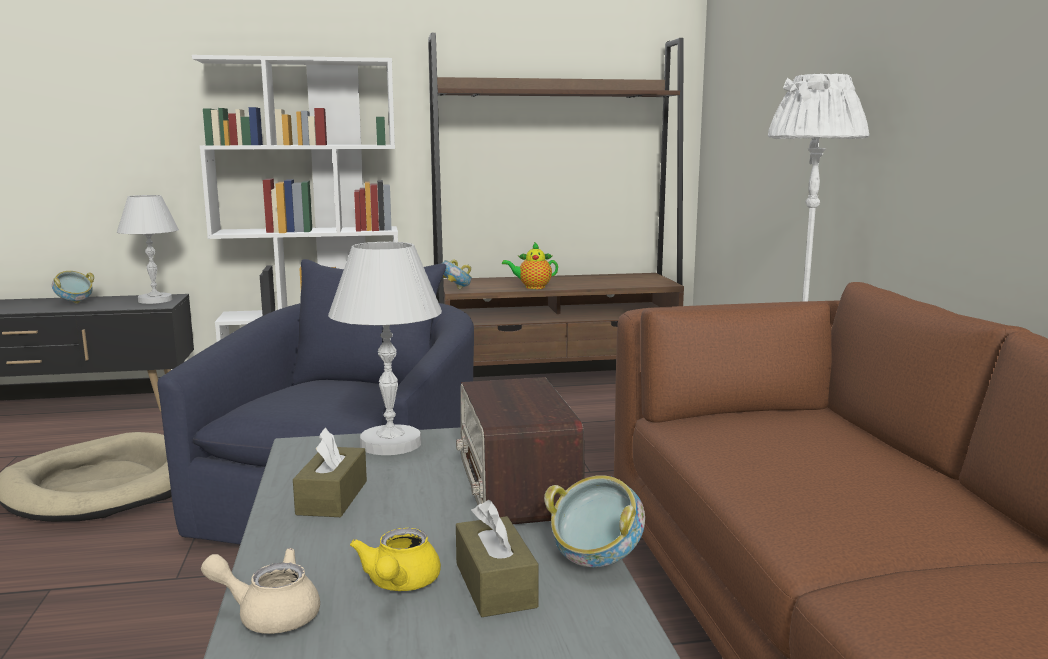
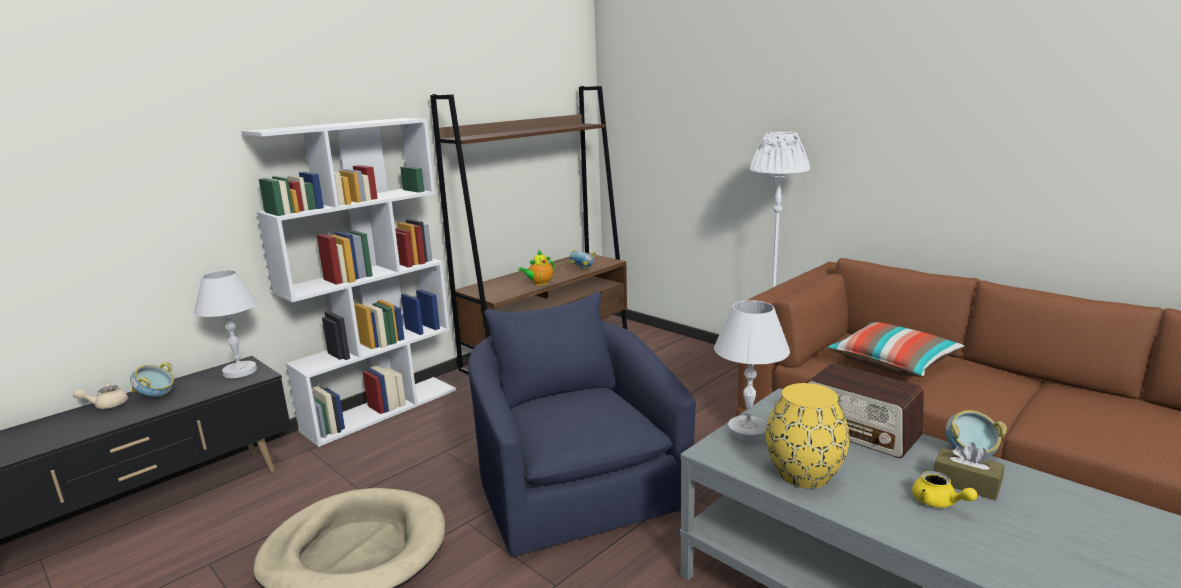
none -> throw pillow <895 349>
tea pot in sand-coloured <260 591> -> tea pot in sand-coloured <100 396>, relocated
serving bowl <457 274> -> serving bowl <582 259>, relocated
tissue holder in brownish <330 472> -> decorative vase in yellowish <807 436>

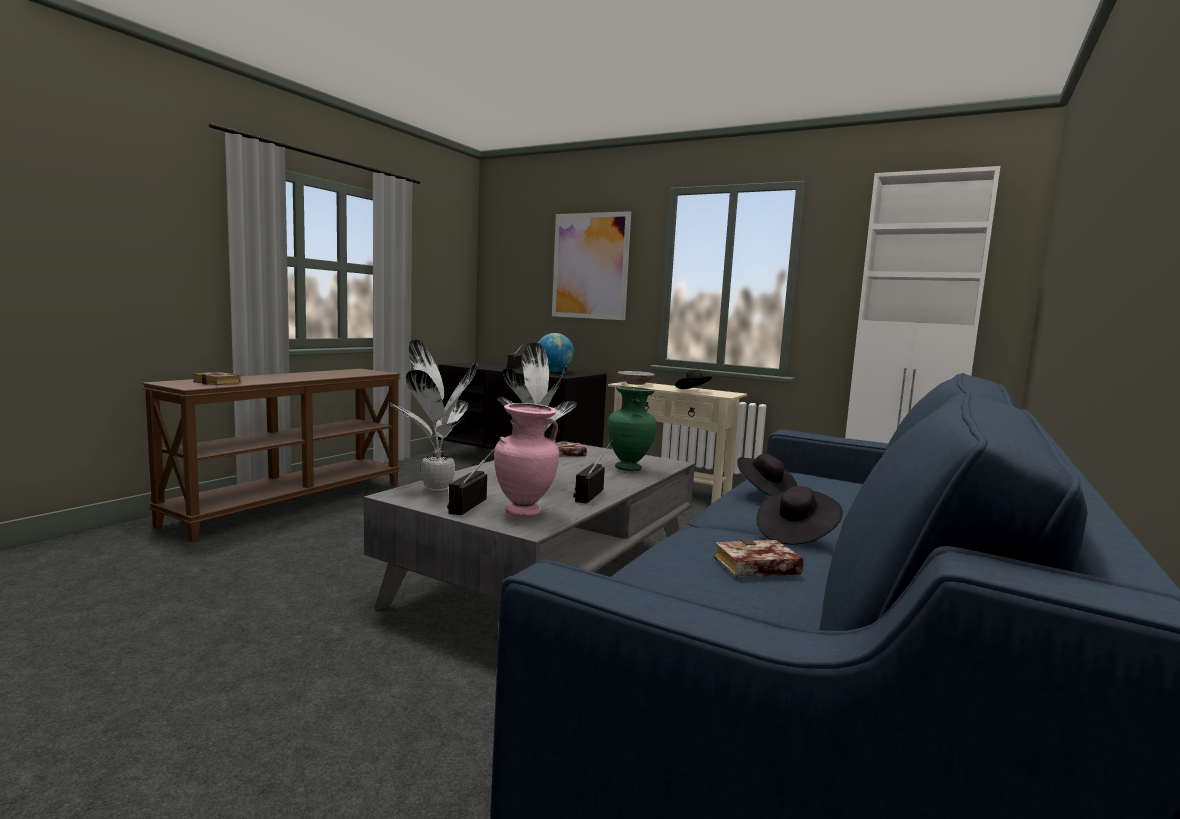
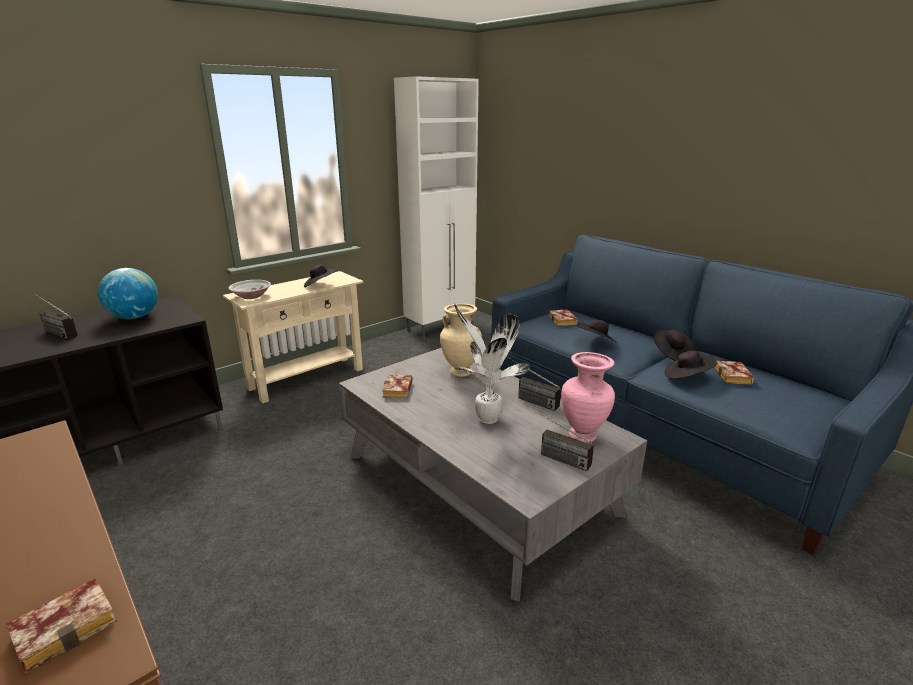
houseplant <432 415> -> none
picture <591 265> -> none
none -> book <563 317>
none -> hat in black <691 365>
decorative vase in green-coloured <632 428> -> decorative vase in sand-coloured <461 340>

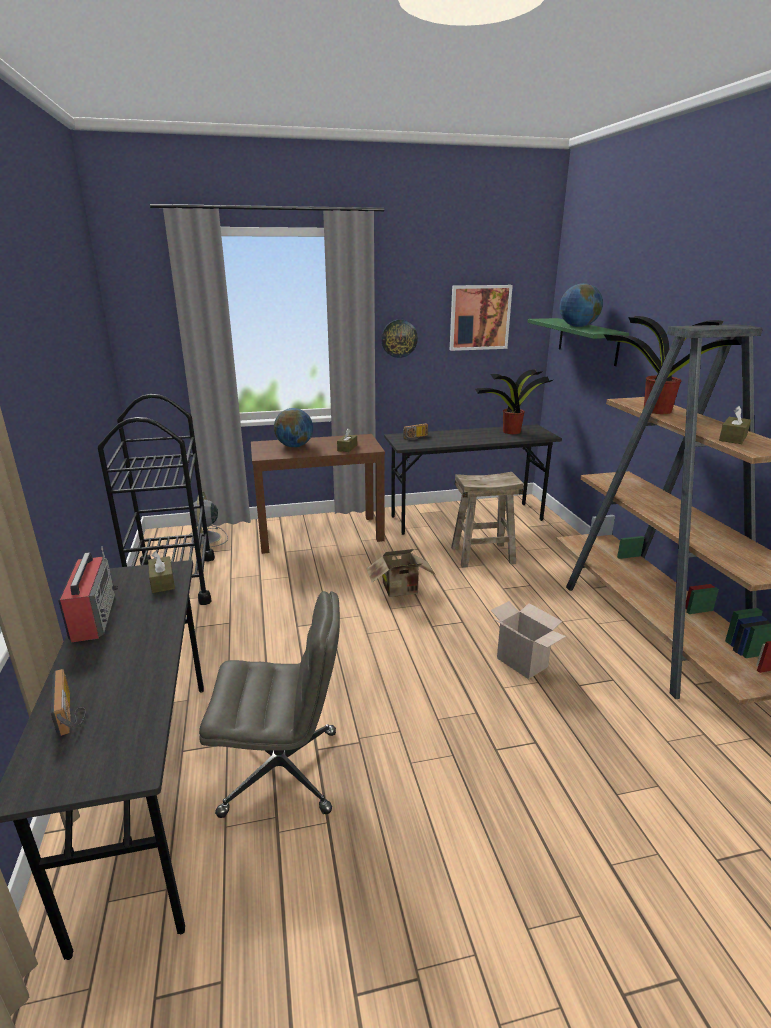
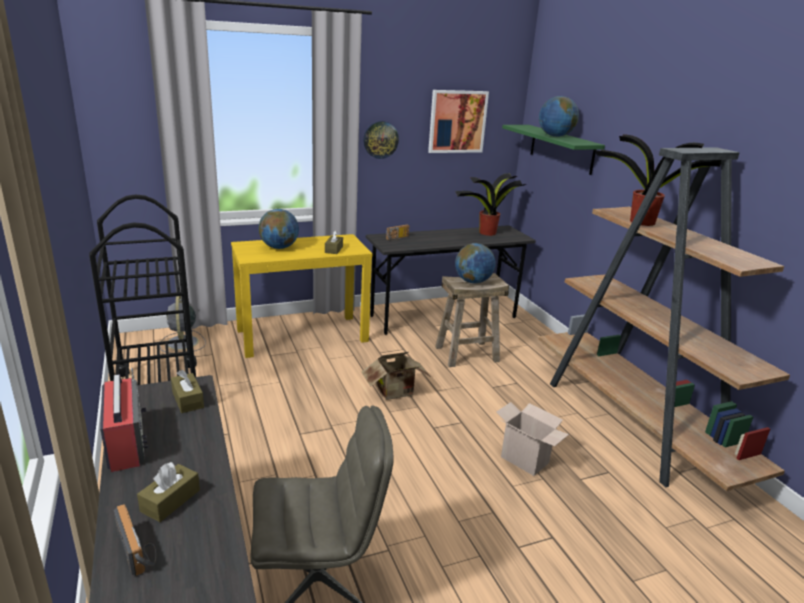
none -> globe <475 263>
tissue holder in brownish <735 425> -> tissue holder in brownish <168 492>, relocated
hall table in brownish <318 494> -> hall table in yellowish <302 296>

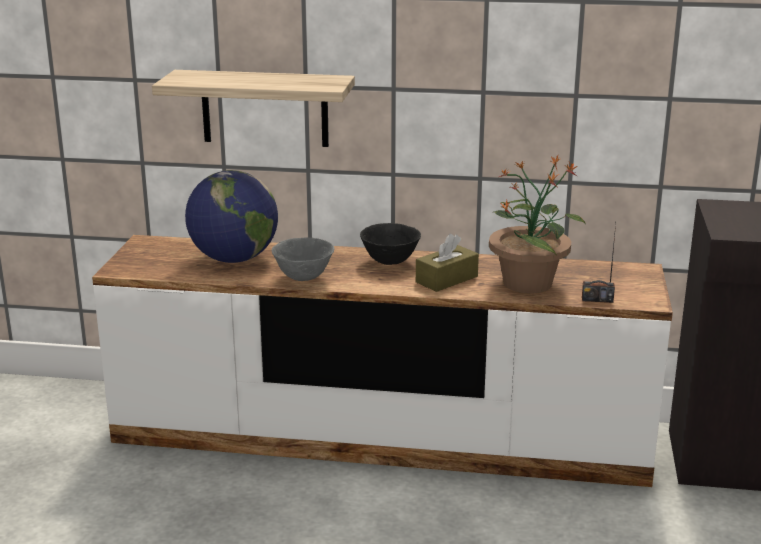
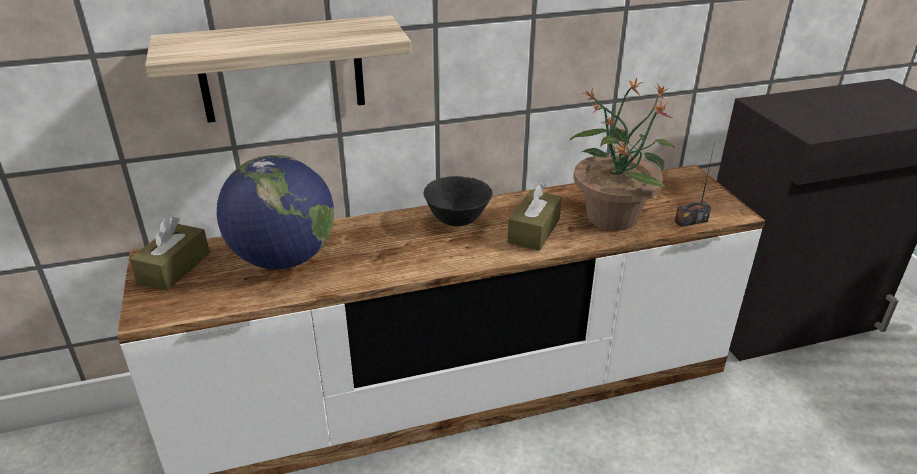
serving bowl in gray <303 259> -> none
none -> tissue holder in brownish <170 253>

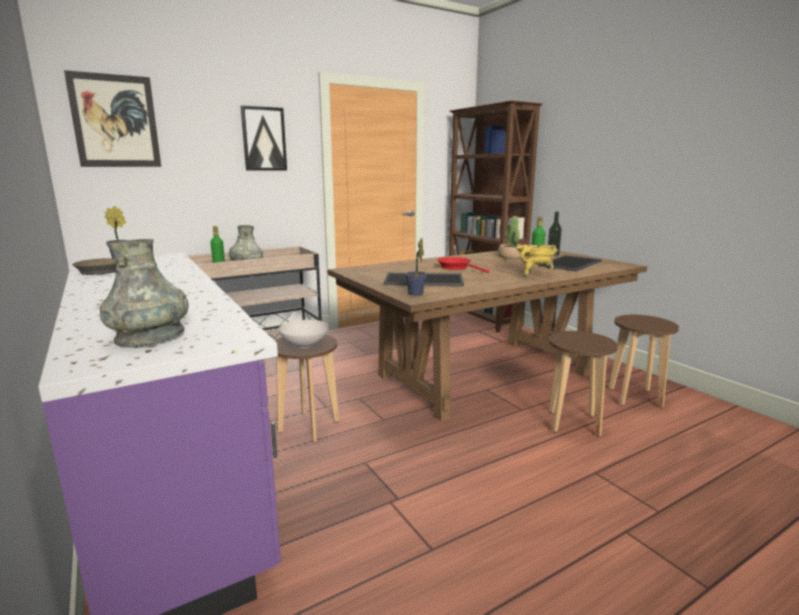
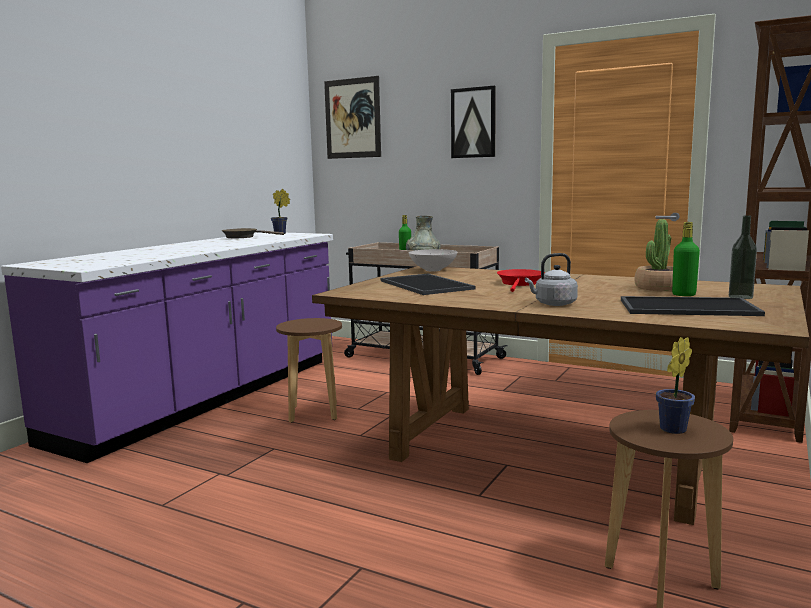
decorative vase in gray <144 292> -> none
stool seat in brownish <583 384> -> none
serving bowl in whitish <303 334> -> serving bowl in whitish <433 260>, relocated
houseplant <416 267> -> houseplant <675 385>, relocated
cooking pot in yellowish <537 261> -> tea kettle in gray <551 279>

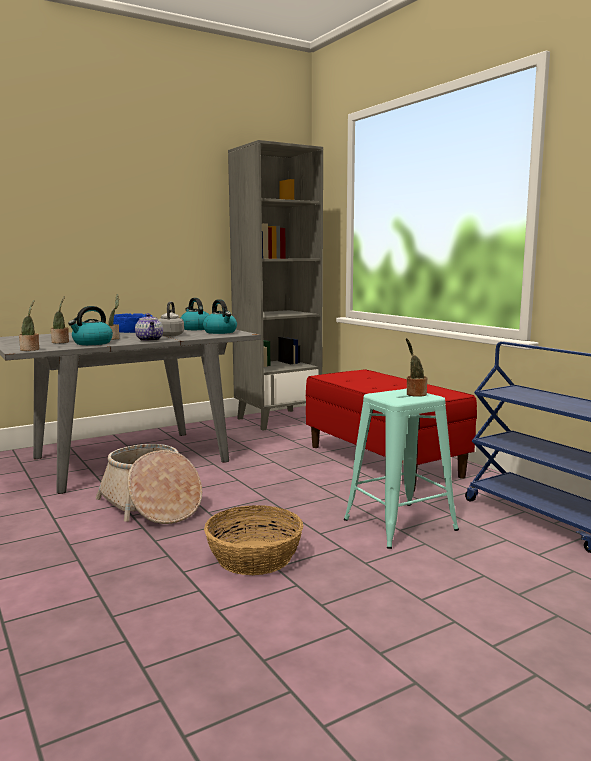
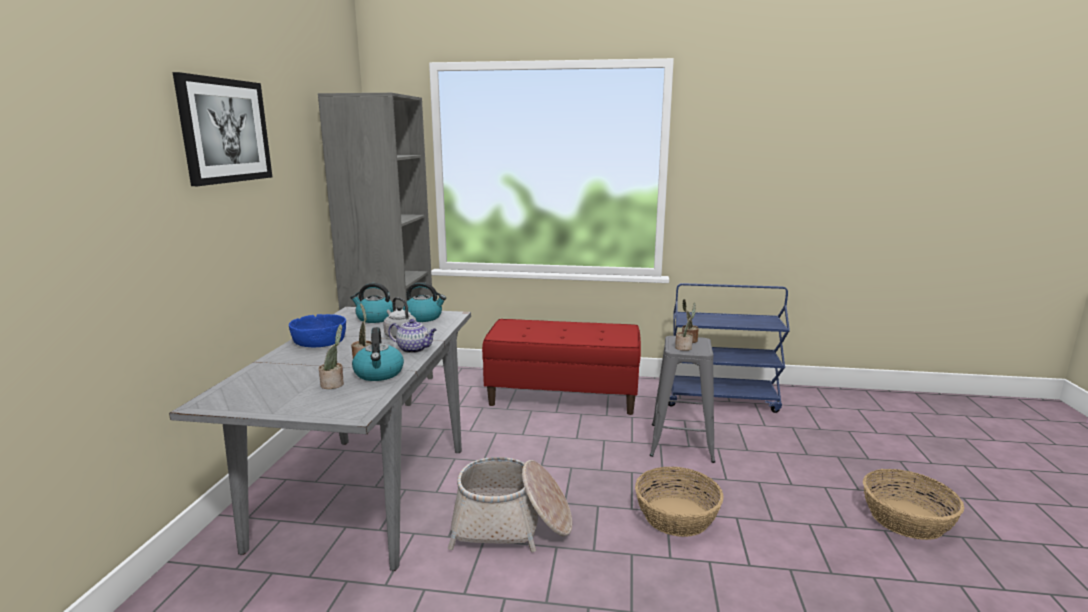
none -> picture <222 129>
none -> storage basket <913 504>
houseplant <29 325> -> houseplant <685 327>, relocated
stool seat in turquoise <401 469> -> stool seat in gray <682 399>

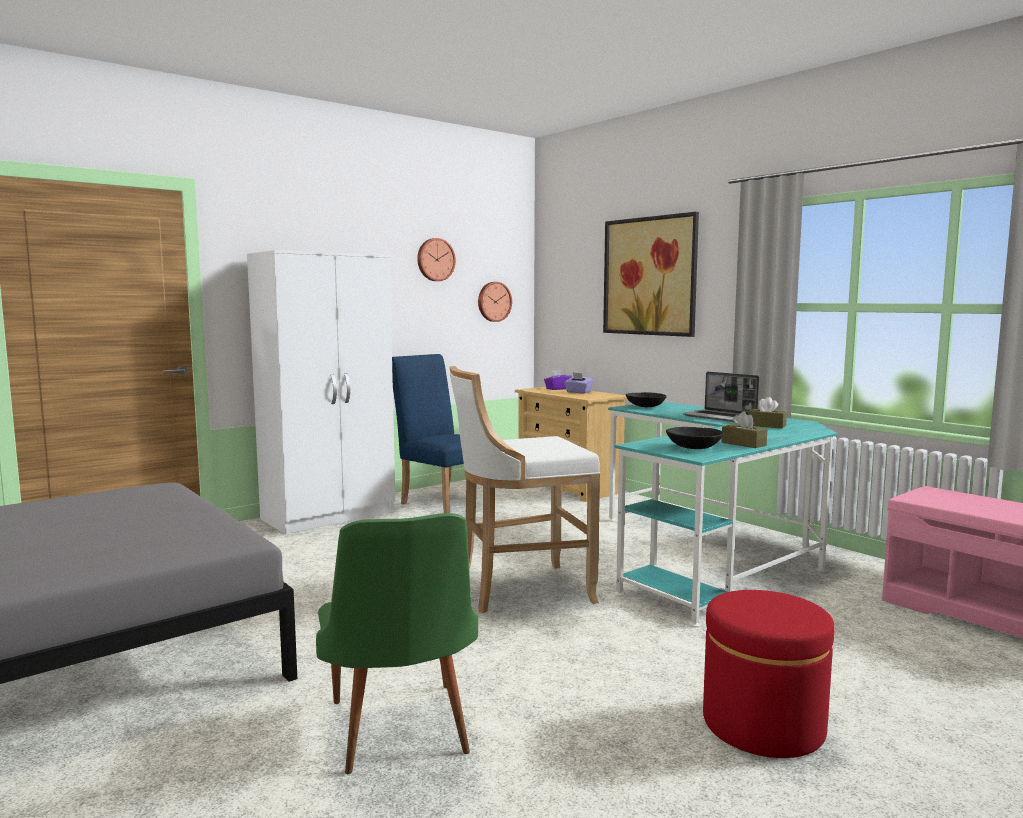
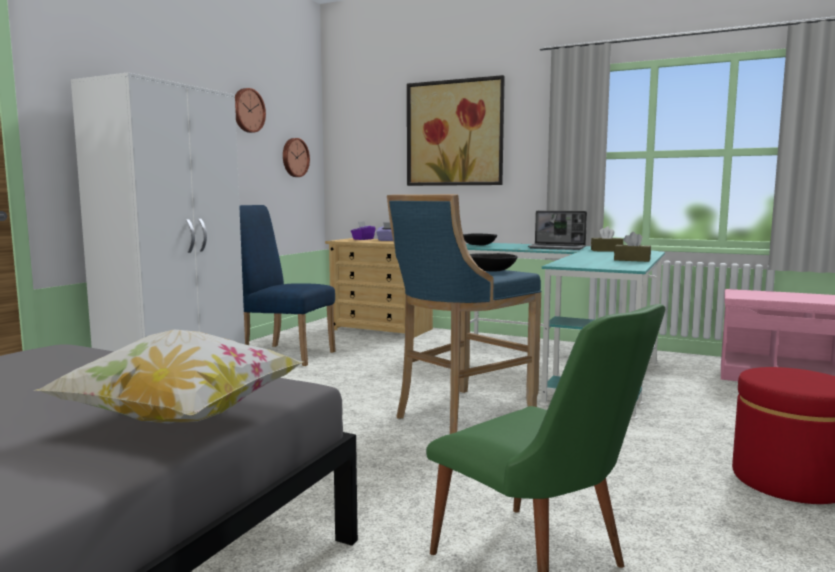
none -> throw pillow <170 377>
serving bowl in black <695 438> -> serving bowl in black <494 262>, relocated
stool seat in whitish <524 489> -> stool seat in blue-coloured <464 314>

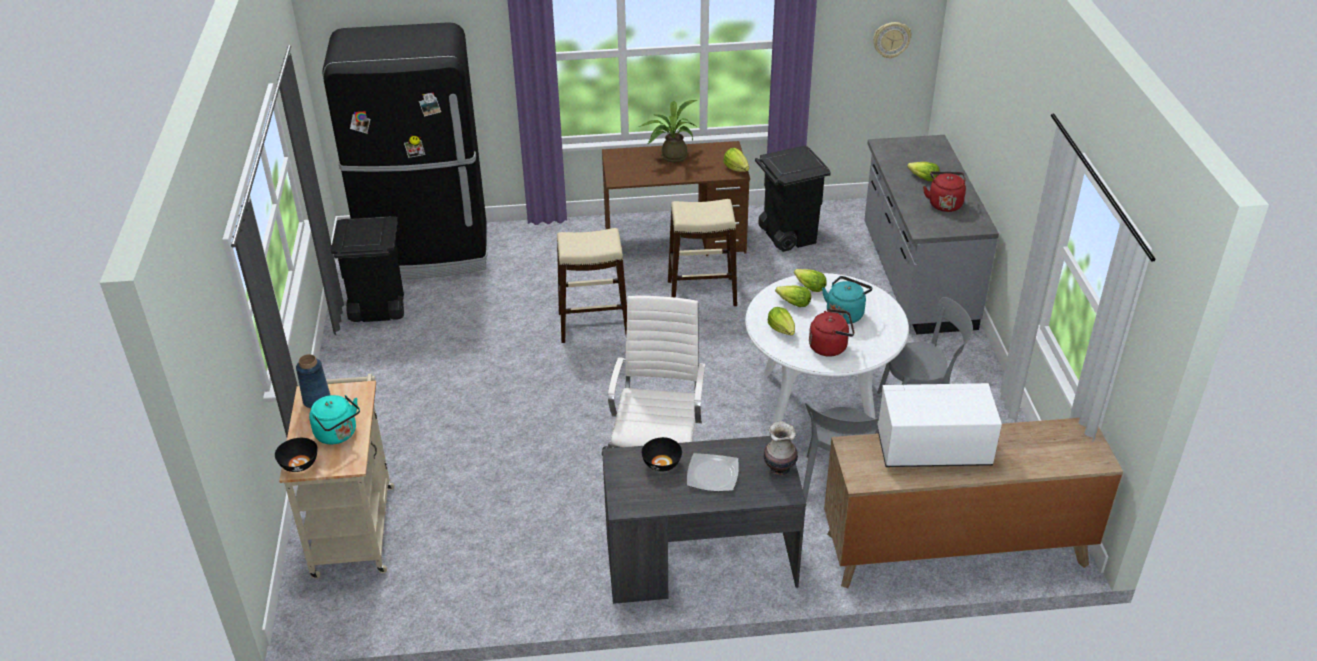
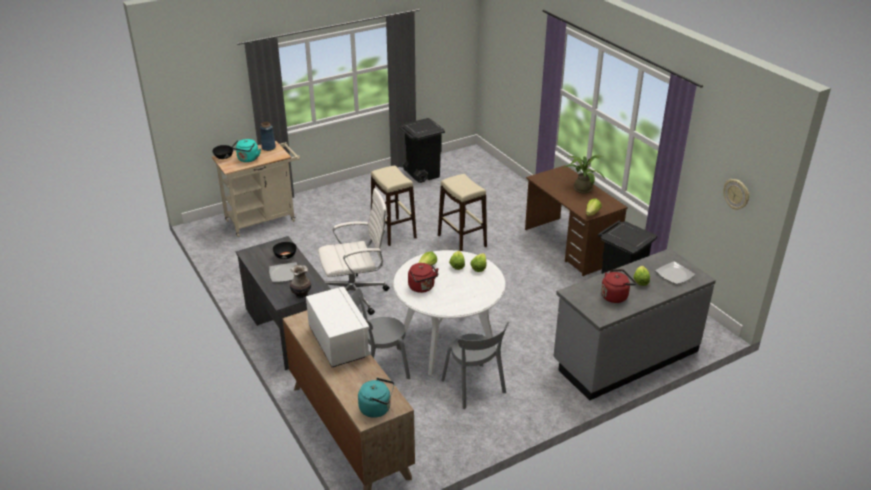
refrigerator in black <404 150> -> none
none -> plate <675 272>
stool seat in sand-coloured <702 252> -> stool seat in sand-coloured <394 206>, relocated
tea kettle in turquoise <847 300> -> tea kettle in turquoise <376 398>, relocated

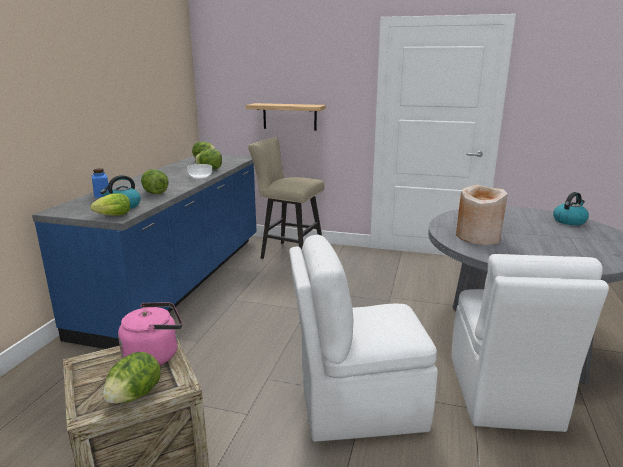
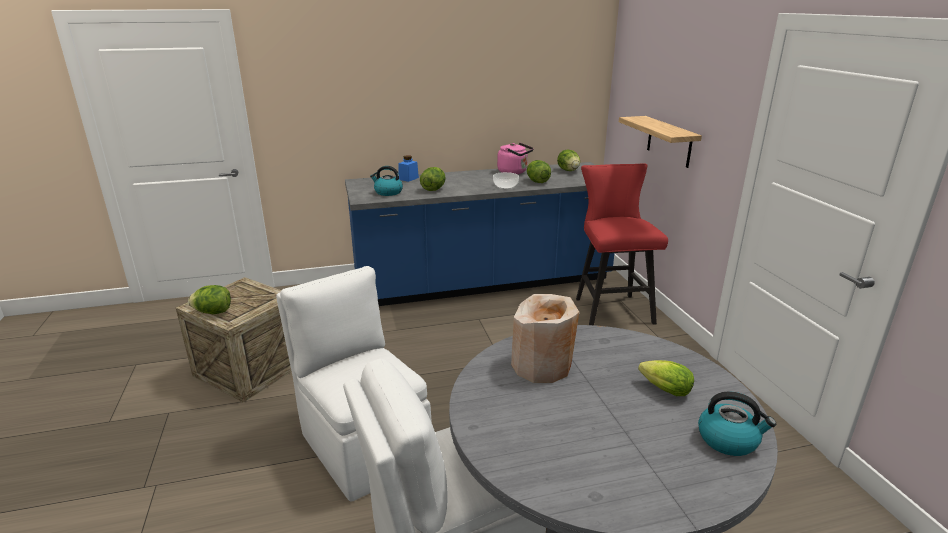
lettuce head <110 204> -> lettuce head <666 378>, relocated
tea kettle in pinkish <150 333> -> tea kettle in pinkish <515 158>, relocated
stool seat in sand-coloured <286 198> -> stool seat in reddish <622 244>

